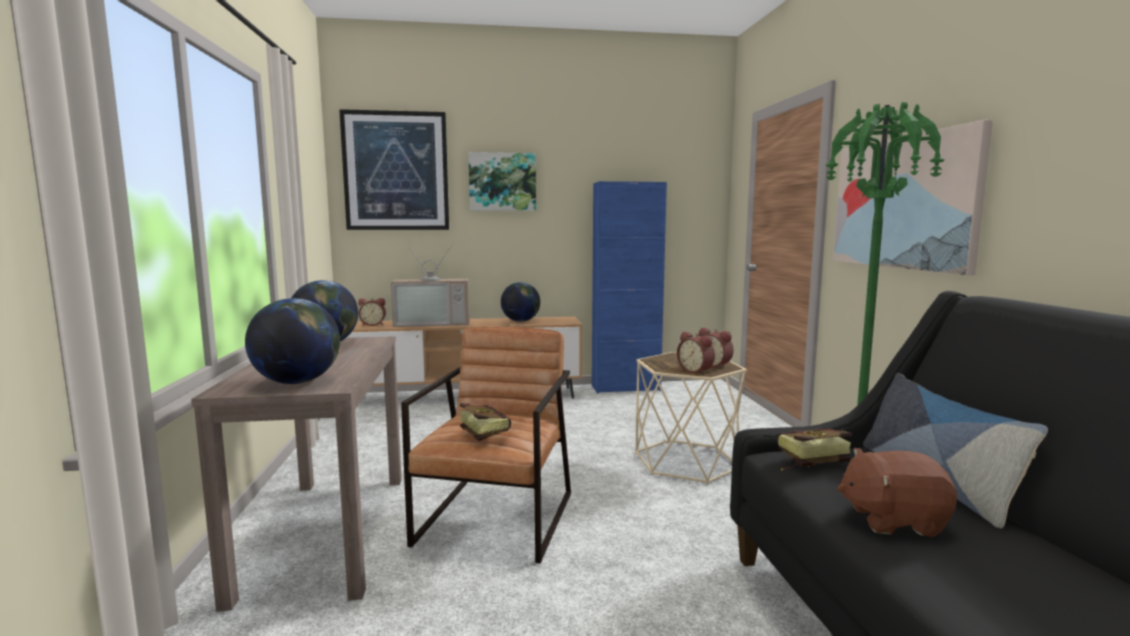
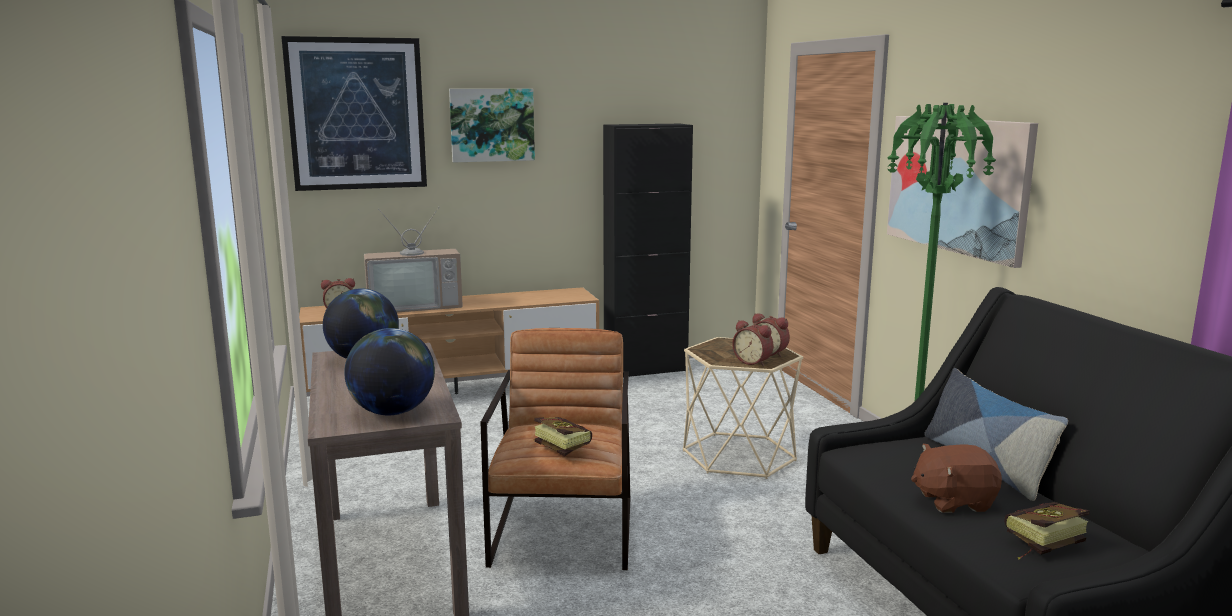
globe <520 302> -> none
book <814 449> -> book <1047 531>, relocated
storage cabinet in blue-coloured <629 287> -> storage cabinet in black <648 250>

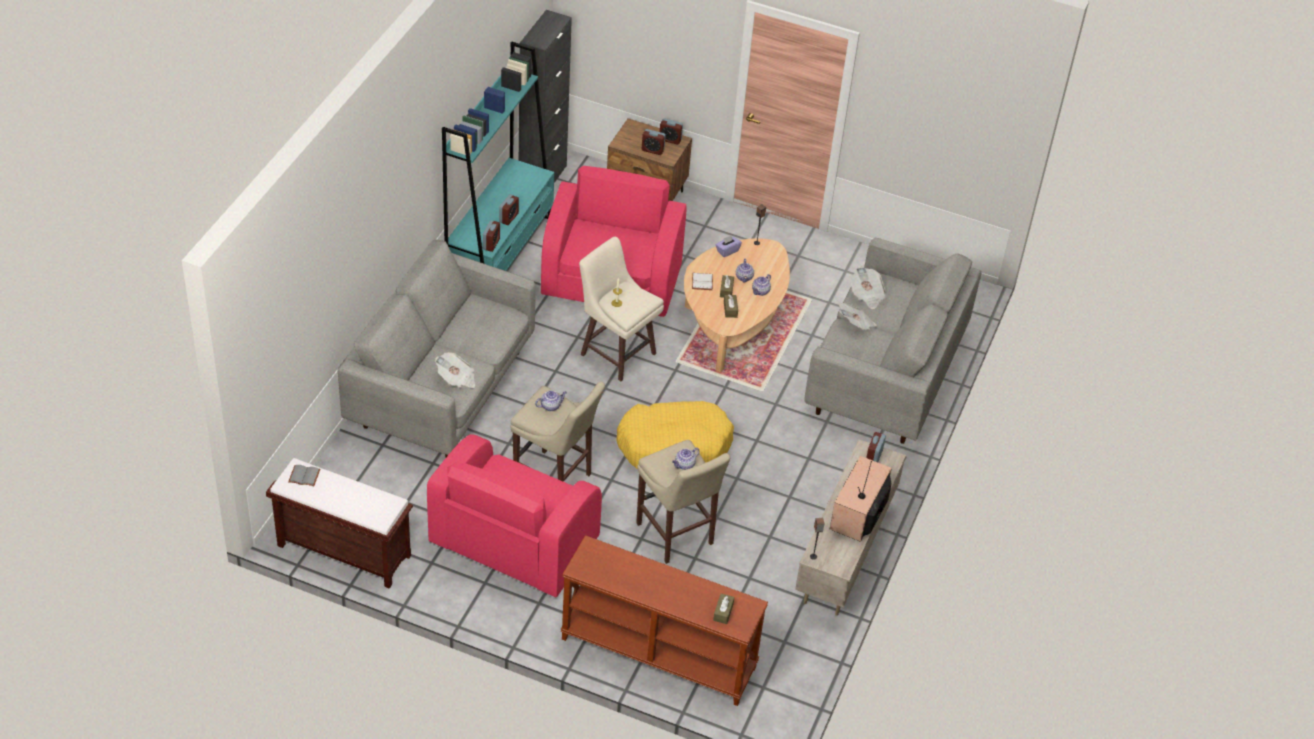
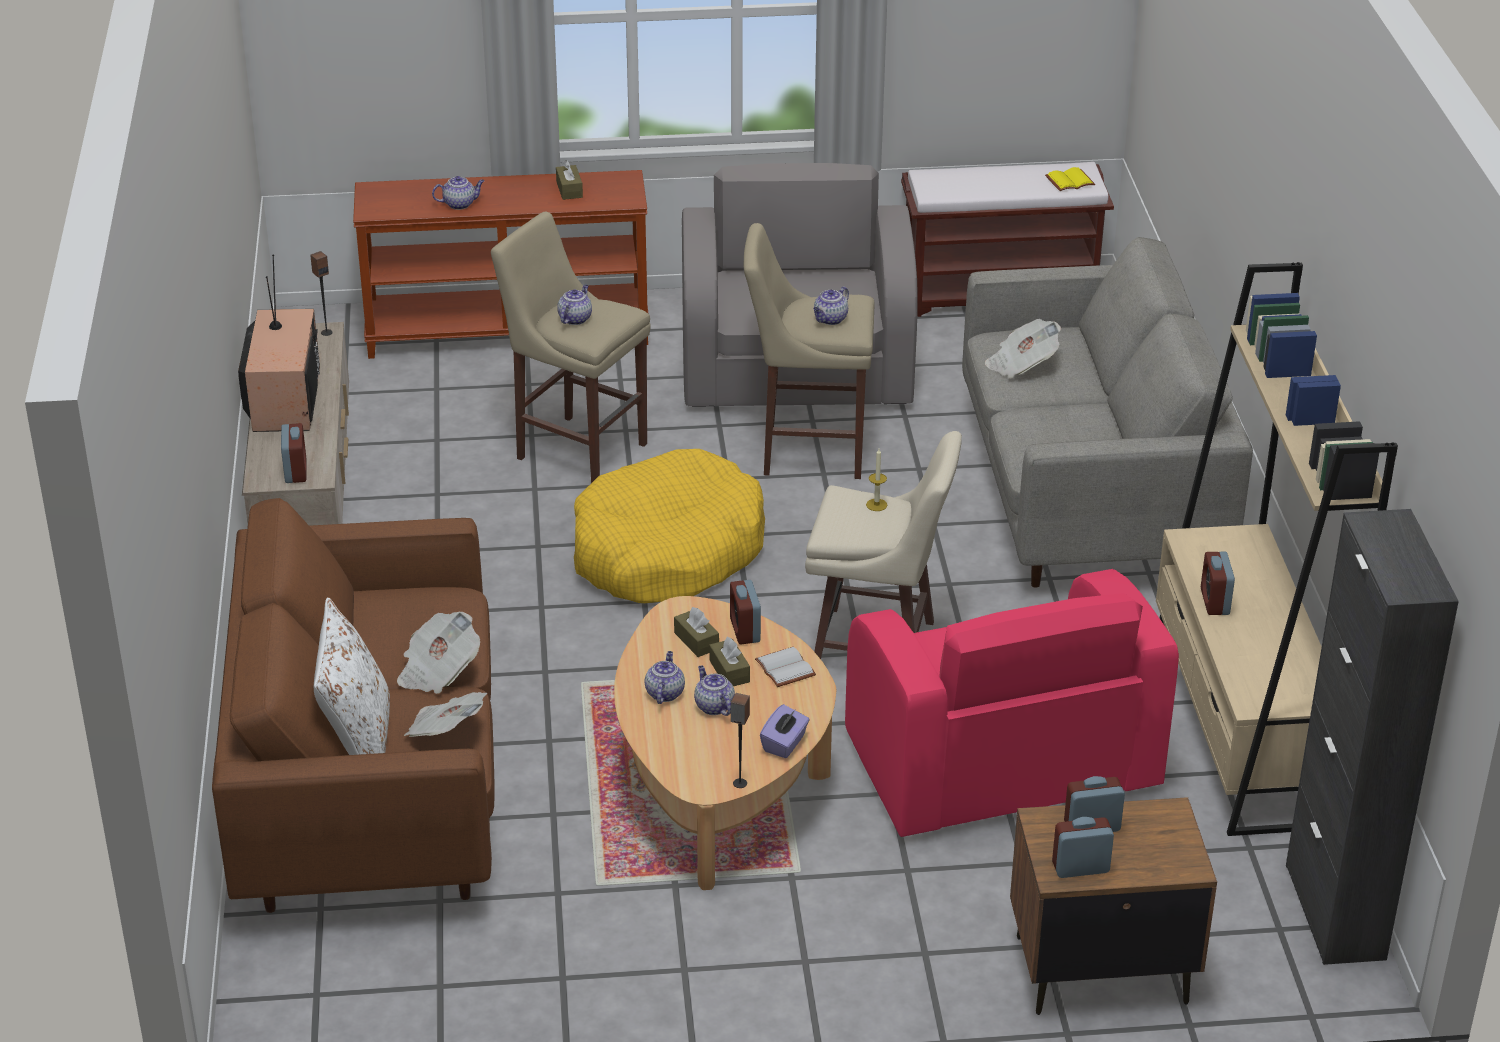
none -> throw pillow in whitish <352 676>
none -> tea pot <458 193>
bedside clock <491 236> -> bedside clock <745 612>, relocated
tissue holder in brownish <723 609> -> tissue holder in brownish <569 180>, relocated
book in gray <304 475> -> book in yellowish <1070 179>
armchair in pinkish <514 515> -> armchair in gray <800 285>
bookshelf in turquoise <498 156> -> bookshelf in sand-coloured <1277 549>
sofa in gray <893 341> -> sofa in brownish <353 705>

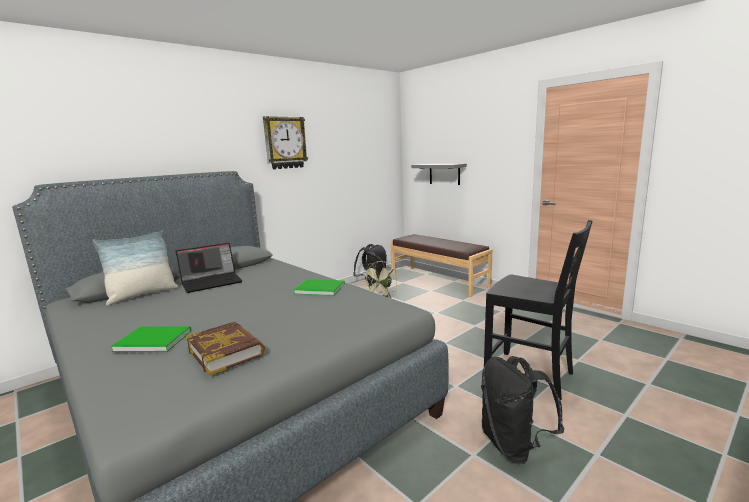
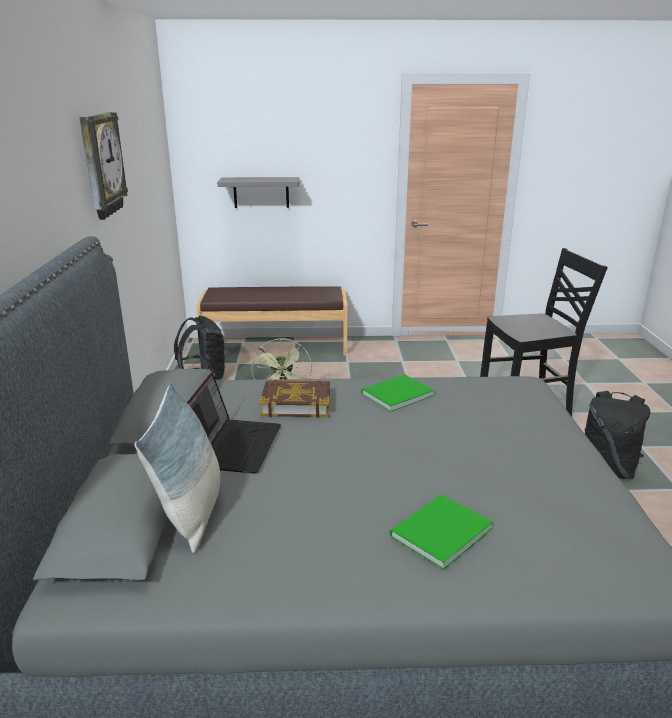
book <225 349> -> book <294 399>, relocated

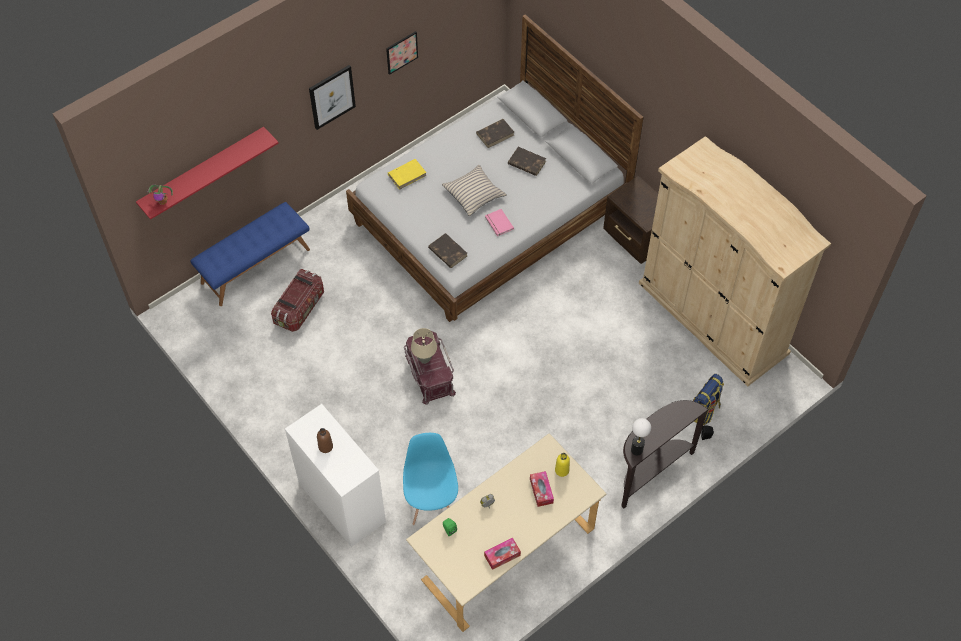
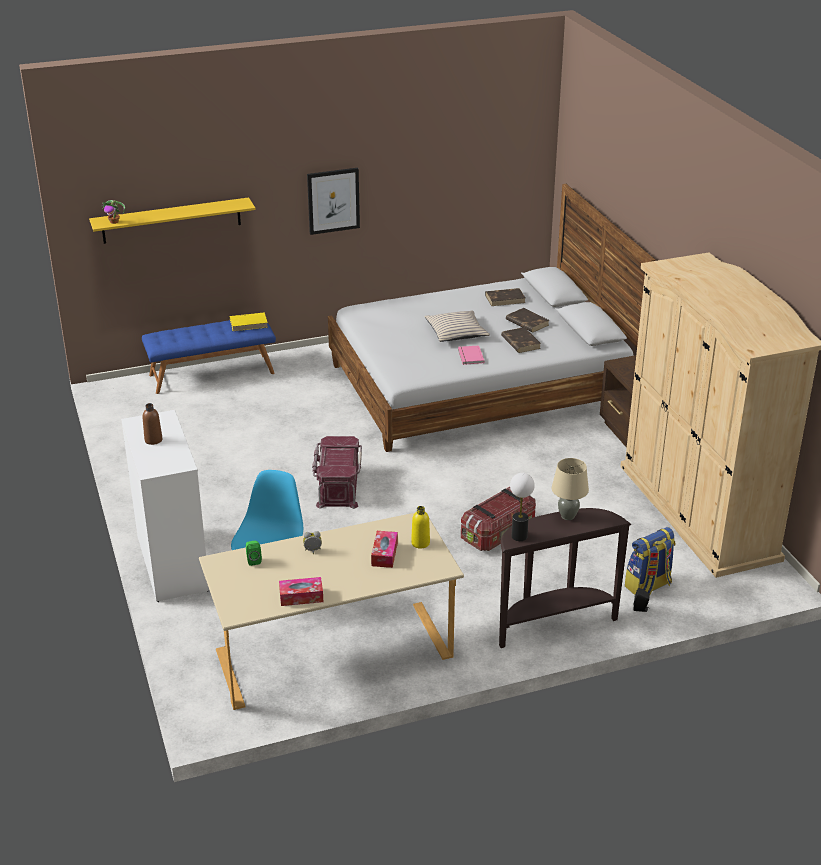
picture <402 53> -> none
storage container <297 300> -> storage container <498 519>, relocated
book in yellowish <407 174> -> book in yellowish <249 321>, relocated
lamp for a table in sand-coloured <424 346> -> lamp for a table in sand-coloured <570 489>, relocated
book in brownish <447 250> -> book in brownish <521 340>, relocated
bracket shelf in reddish <207 173> -> bracket shelf in yellowish <172 220>

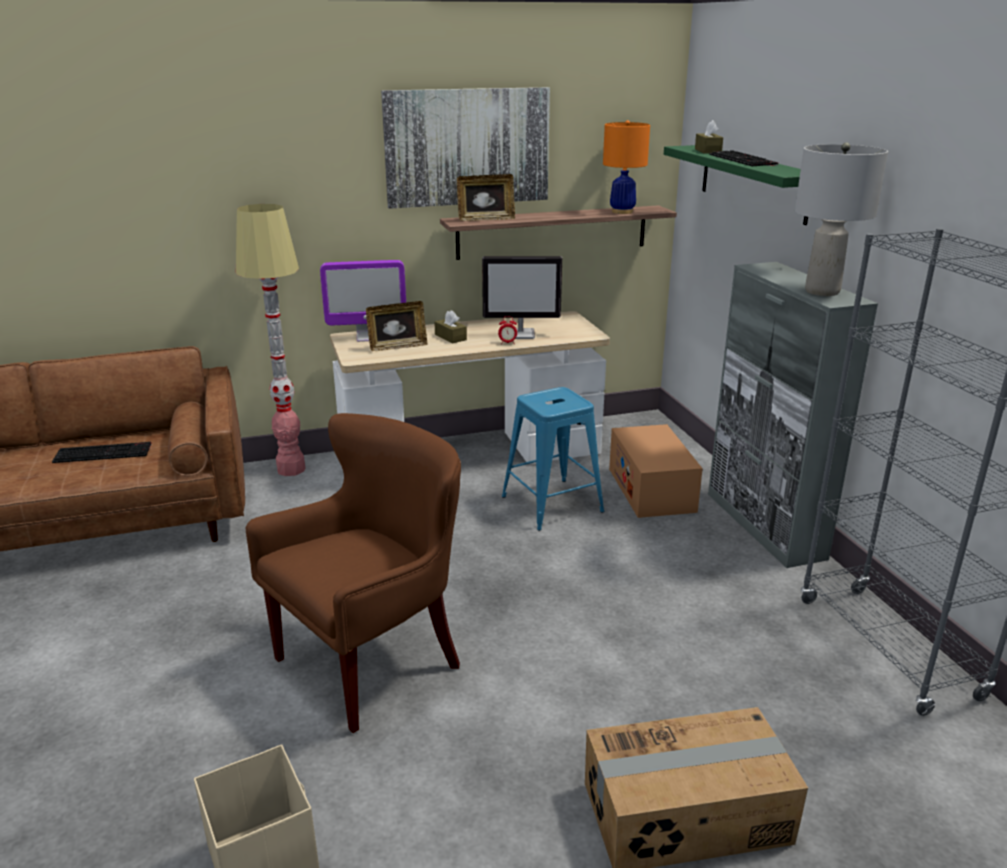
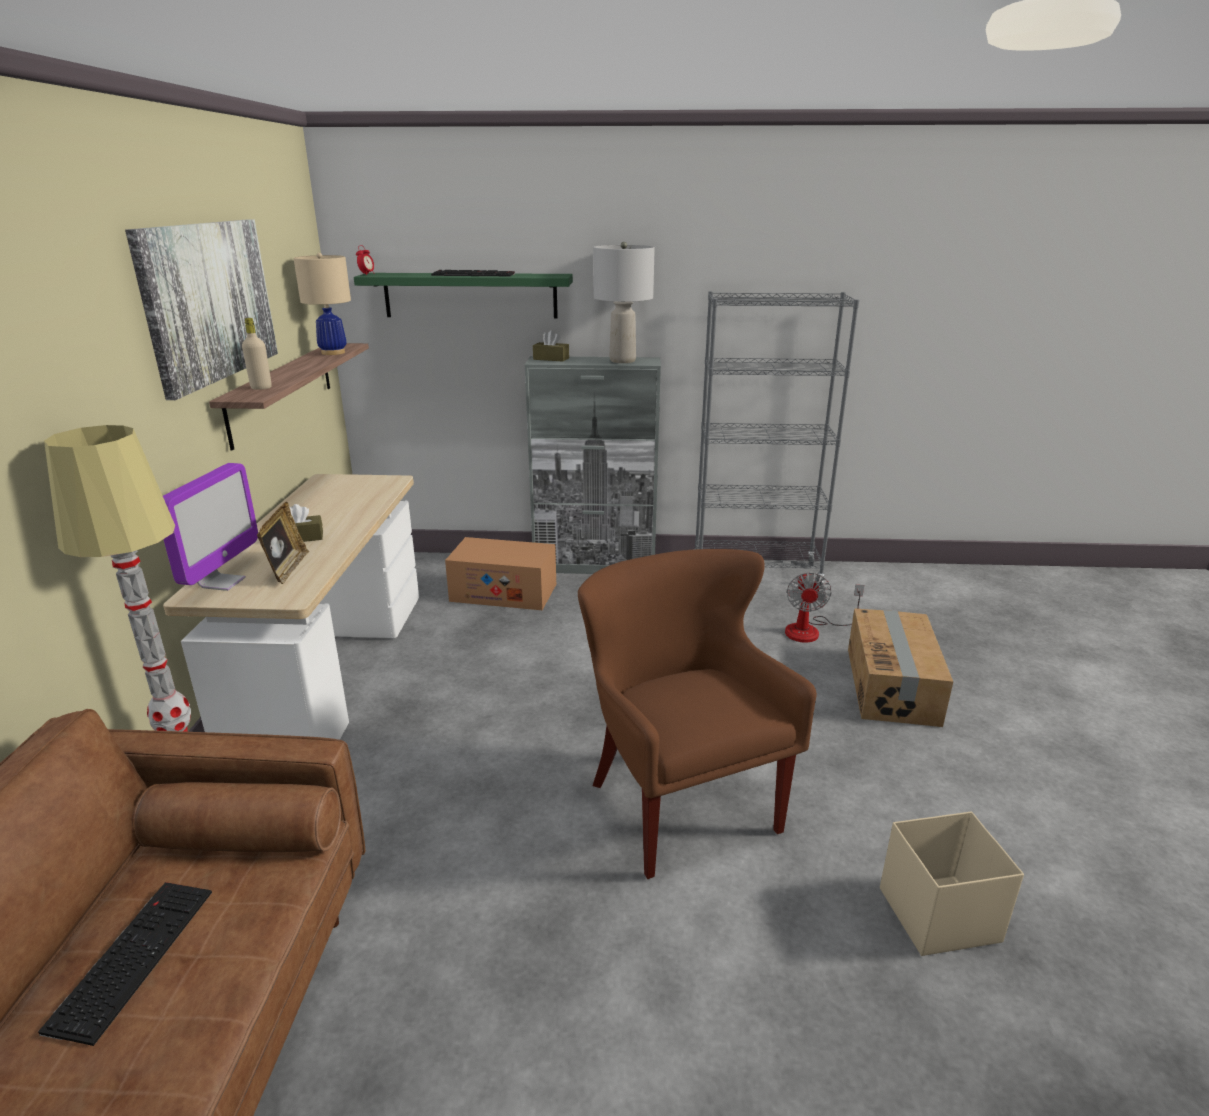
computer display <522 297> -> none
stool seat in blue-coloured <553 459> -> none
none -> fan <824 607>
bedside clock <507 330> -> bedside clock <365 260>, relocated
tissue holder in brownish <709 136> -> tissue holder in brownish <551 346>, relocated
photo frame <486 197> -> drink bottle in sand-coloured <257 354>
lamp for a table in orangey <626 167> -> lamp for a table in sand-coloured <322 304>

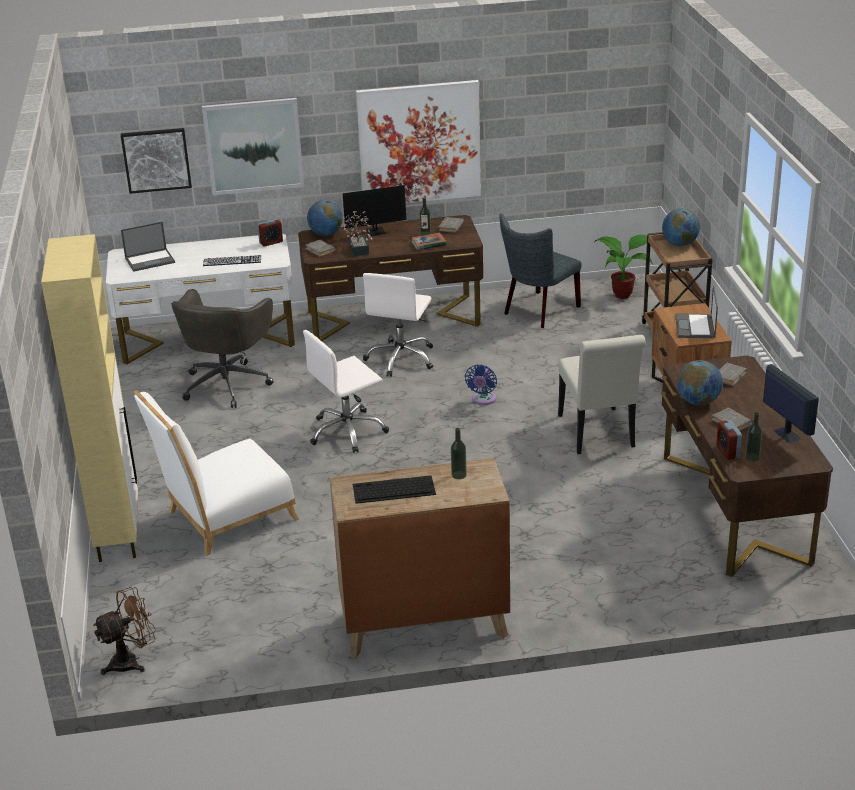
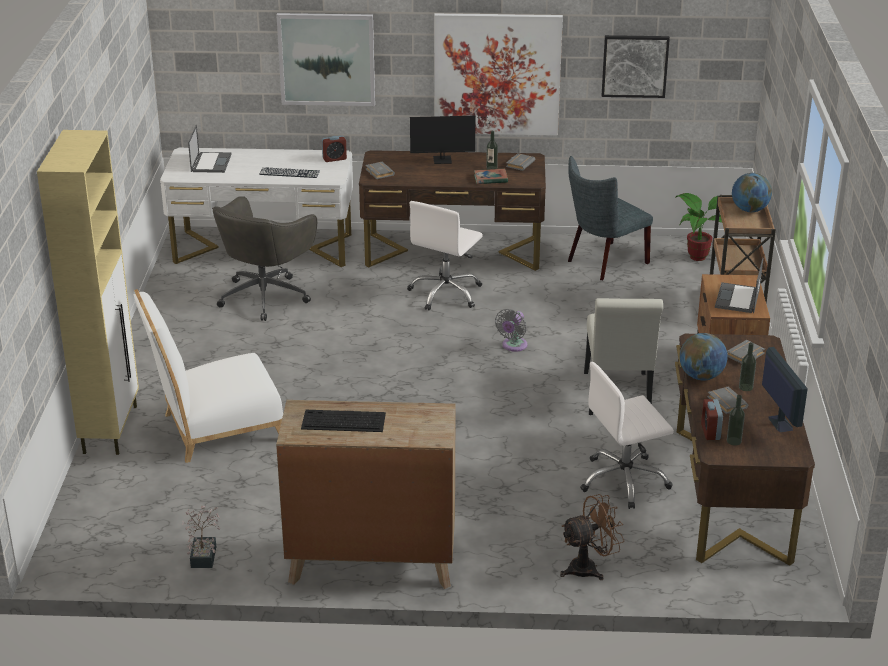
globe <325 218> -> none
fan in brownish <124 631> -> fan in brownish <592 537>, relocated
picture <156 161> -> picture <636 66>, relocated
computer chair in whitish <346 391> -> computer chair in whitish <627 435>, relocated
houseplant <356 233> -> houseplant <201 537>, relocated
drink bottle <459 453> -> drink bottle <747 366>, relocated
fan in blue-coloured <481 384> -> fan in gray <511 330>
notebook computer <148 246> -> notebook computer <210 149>, 75 degrees counterclockwise

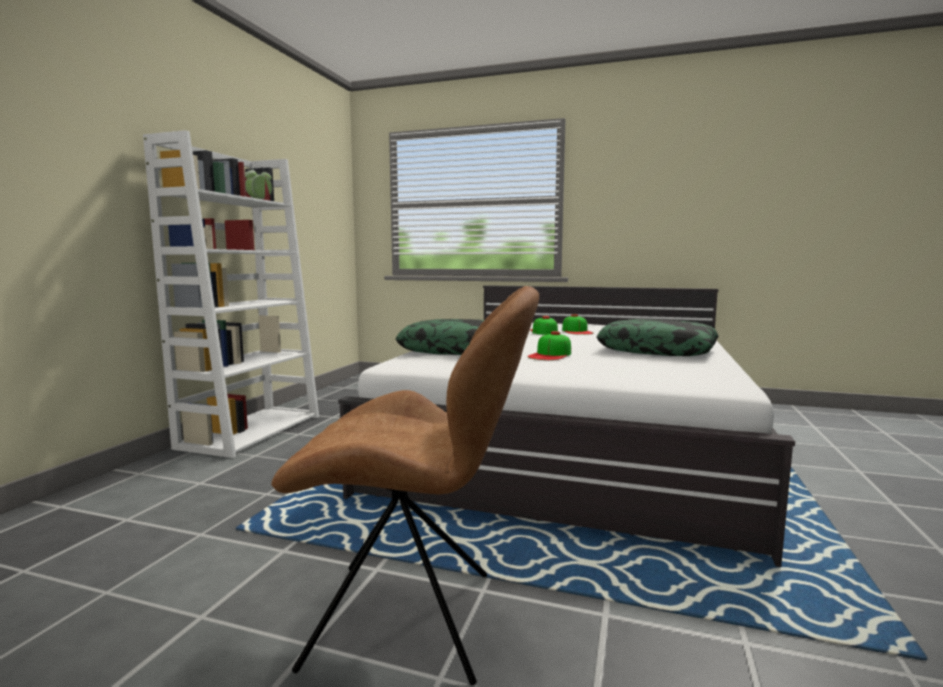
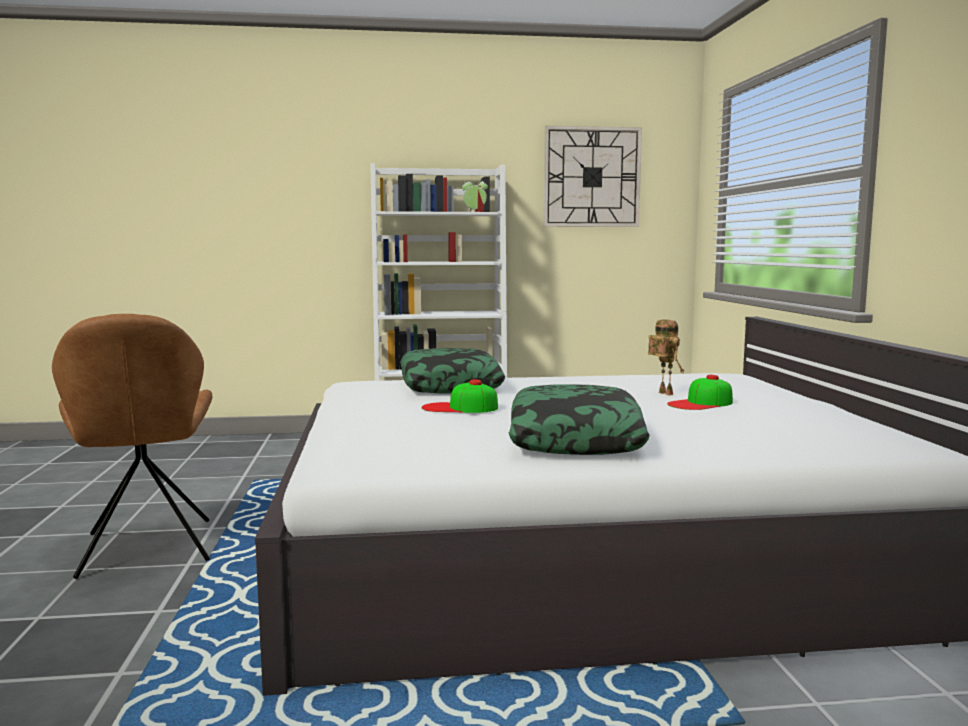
none -> clock on the wall <593 176>
peaked cap <544 325> -> model robot <666 357>

